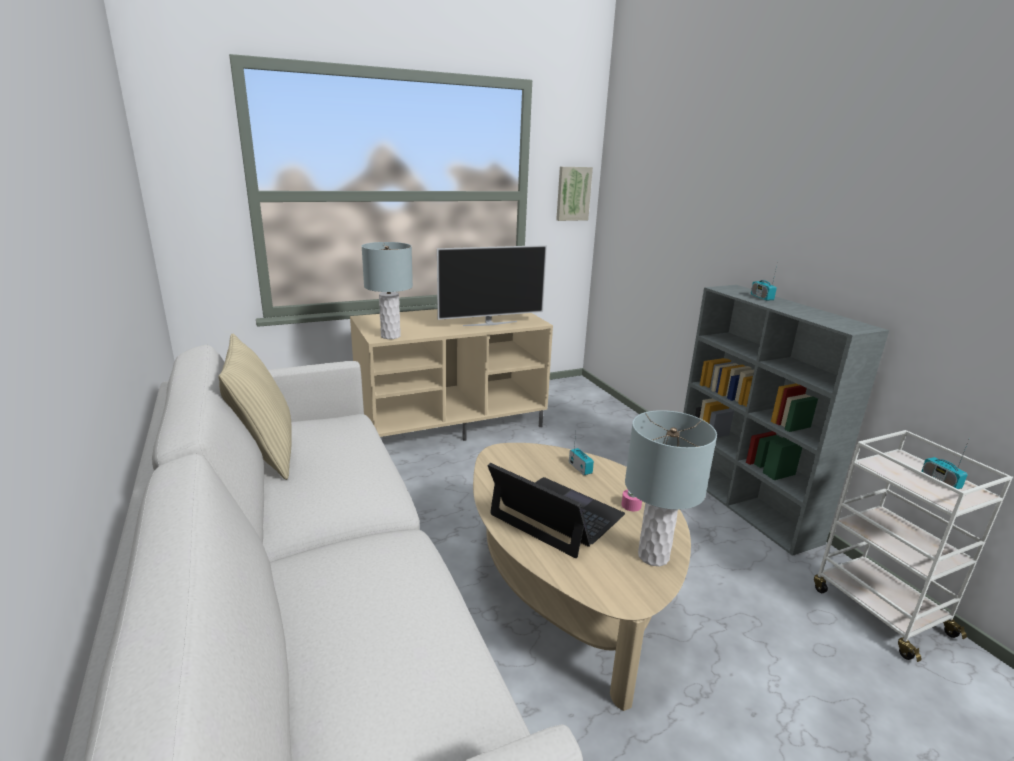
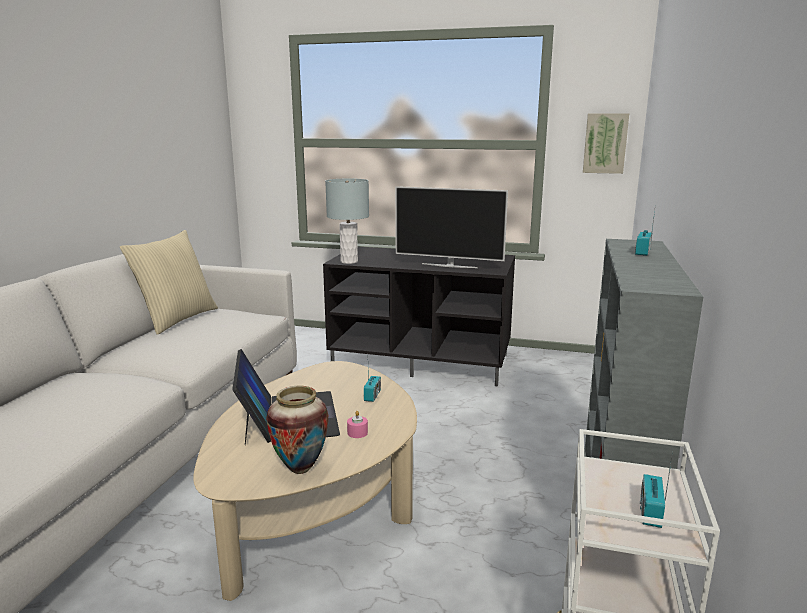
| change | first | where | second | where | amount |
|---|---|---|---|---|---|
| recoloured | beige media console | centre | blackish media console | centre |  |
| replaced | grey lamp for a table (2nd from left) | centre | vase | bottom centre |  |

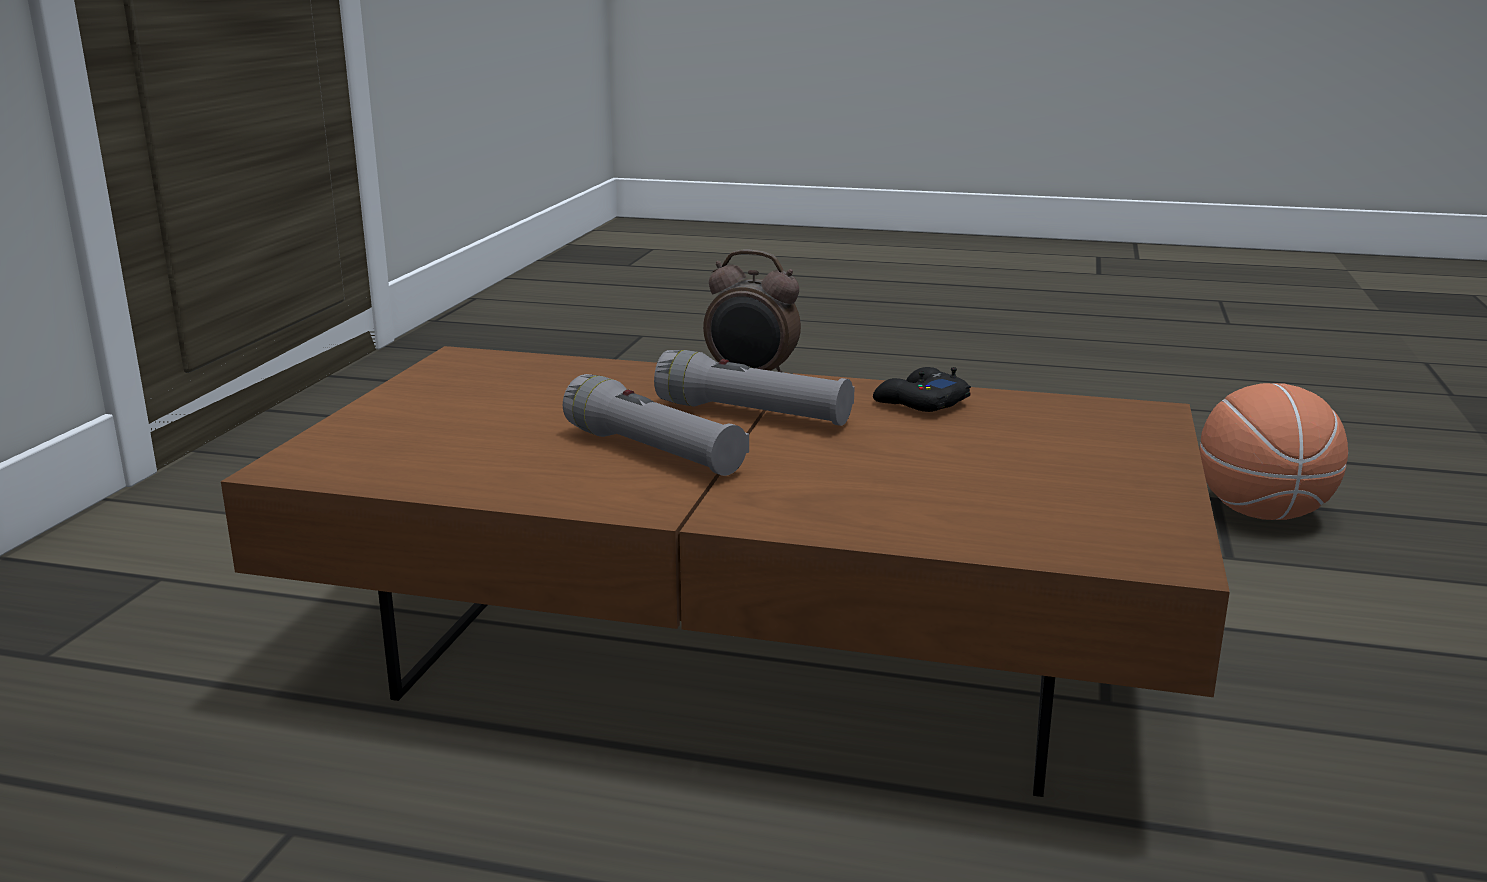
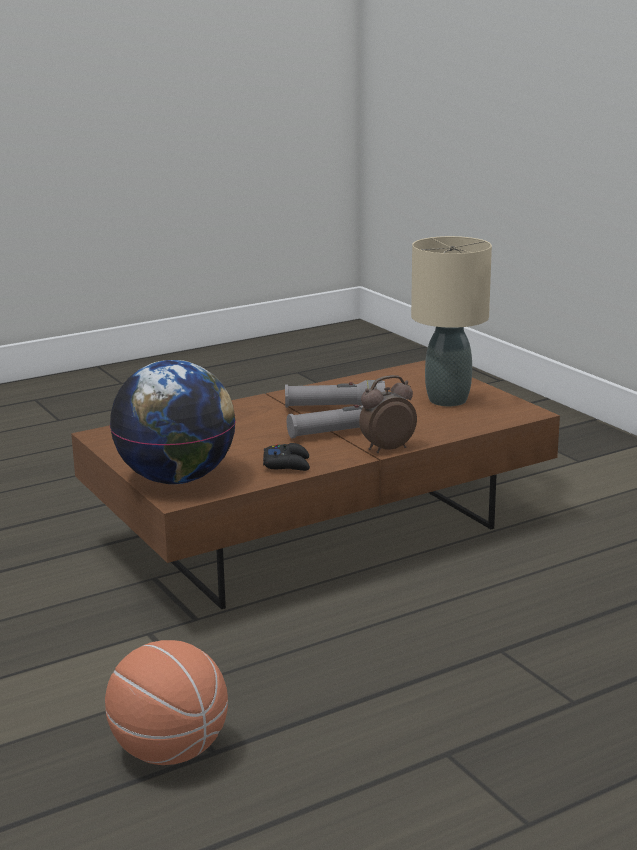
| change | first | where | second | where | amount |
|---|---|---|---|---|---|
| added |  |  | globe | middle left |  |
| added |  |  | beige lamp for a table | middle right |  |

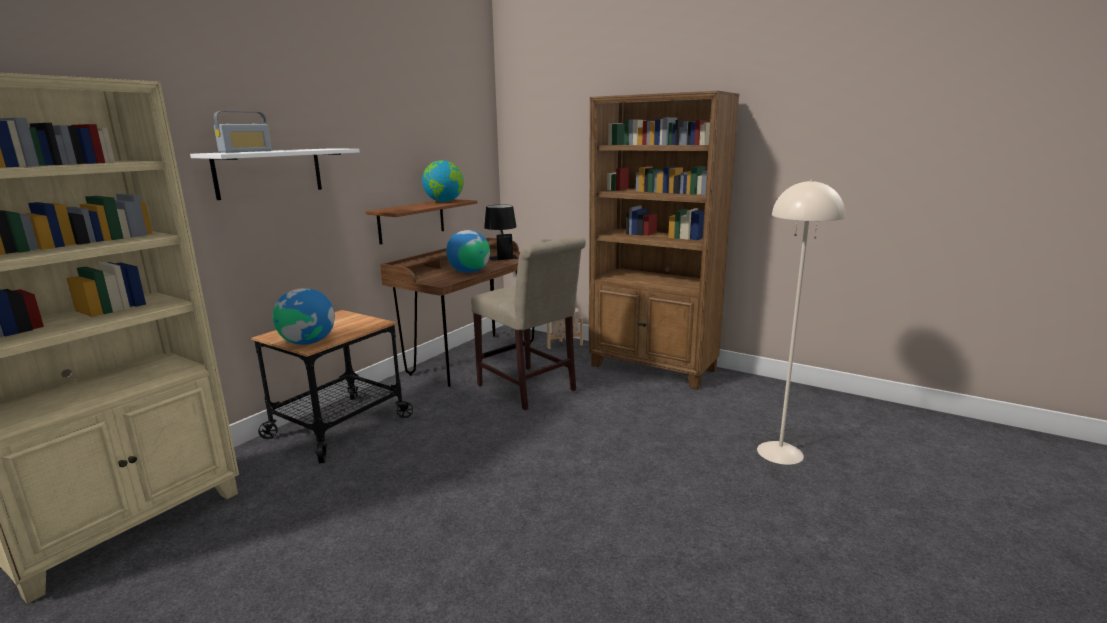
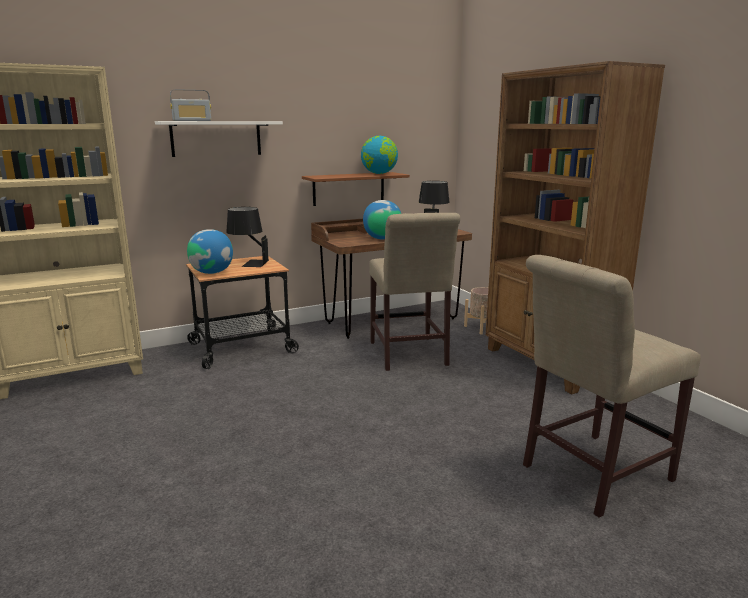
| change | first | where | second | where | amount |
|---|---|---|---|---|---|
| replaced | beige standard lamp | middle right | beige chair (2nd from left) | middle right |  |
| added |  |  | blackish lamp for a table (1st from left) | middle left |  |

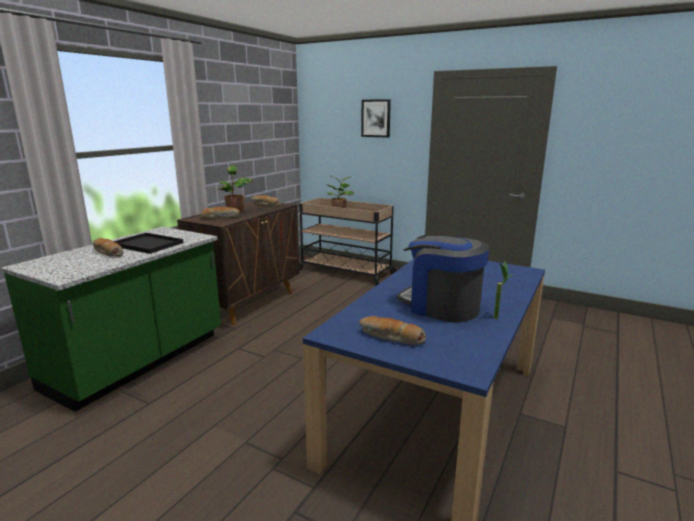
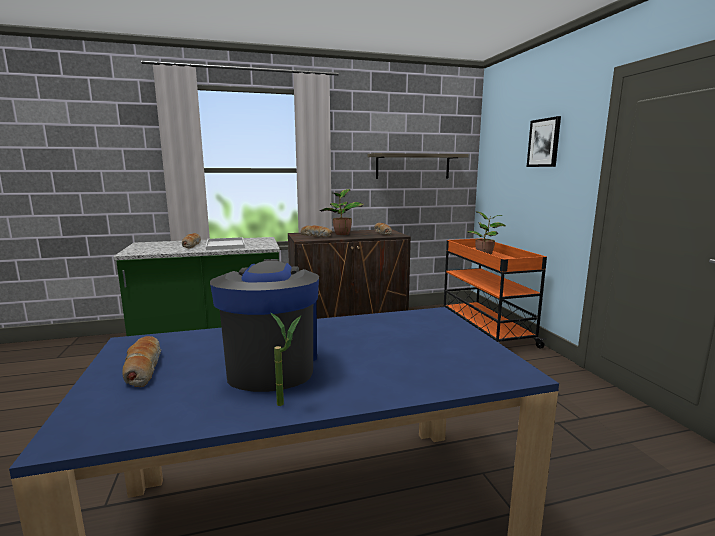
| change | first | where | second | where | amount |
|---|---|---|---|---|---|
| recoloured | blackish tray | middle left | white tray | middle left |  |
| recoloured | beige wheeled cart | centre | orange wheeled cart | middle right |  |
| added |  |  | bracket shelf | top centre |  |

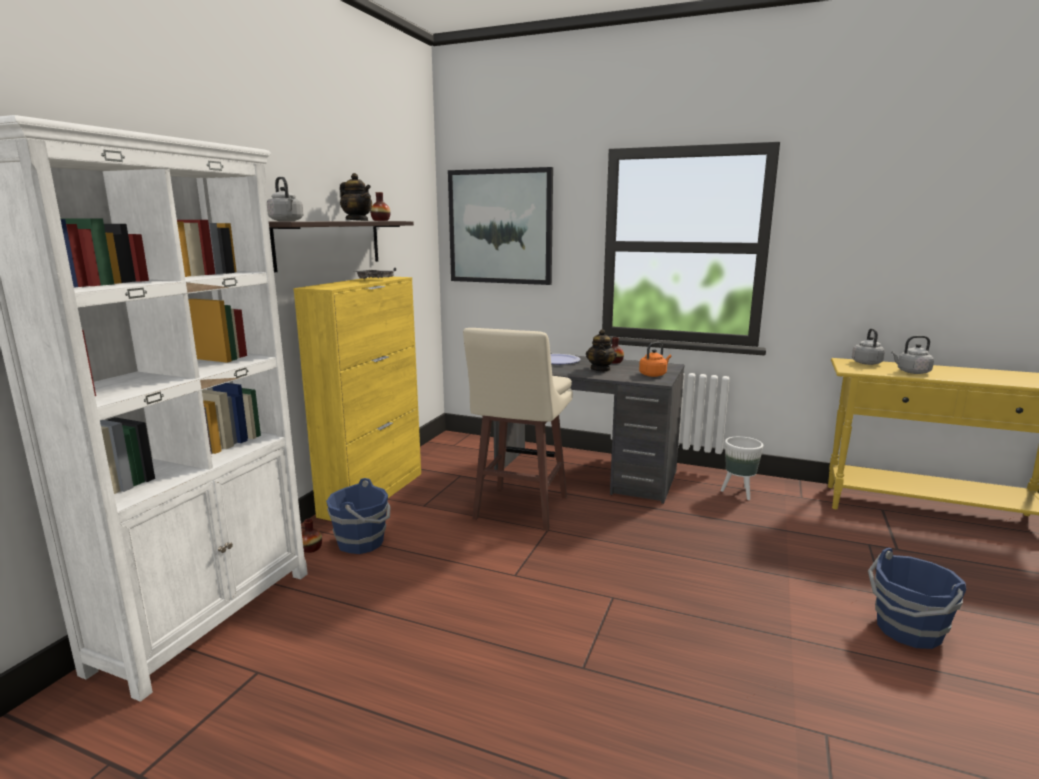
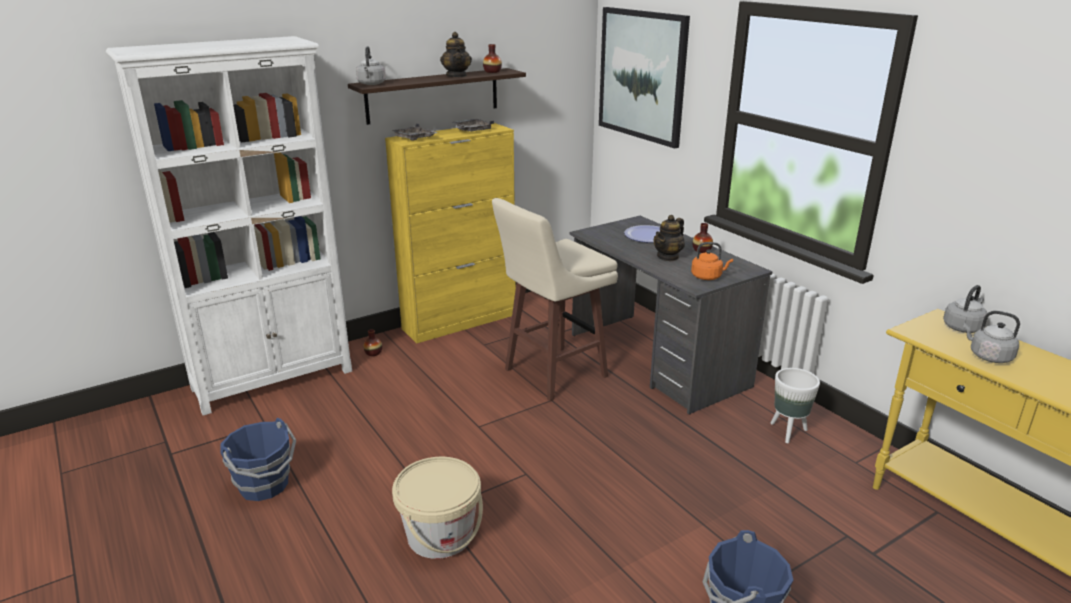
| change | first | where | second | where | amount |
|---|---|---|---|---|---|
| moved | bluish pail (1st from left) | centre |  | bottom left |  |
| added |  |  | beige pail | bottom centre |  |
| added |  |  | grey tray (1st from left) | top centre |  |

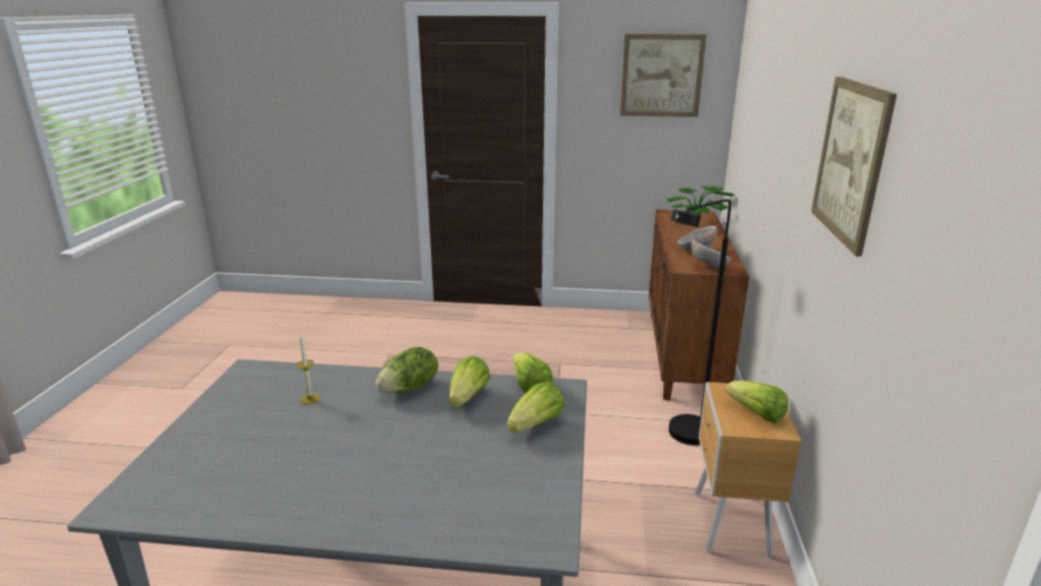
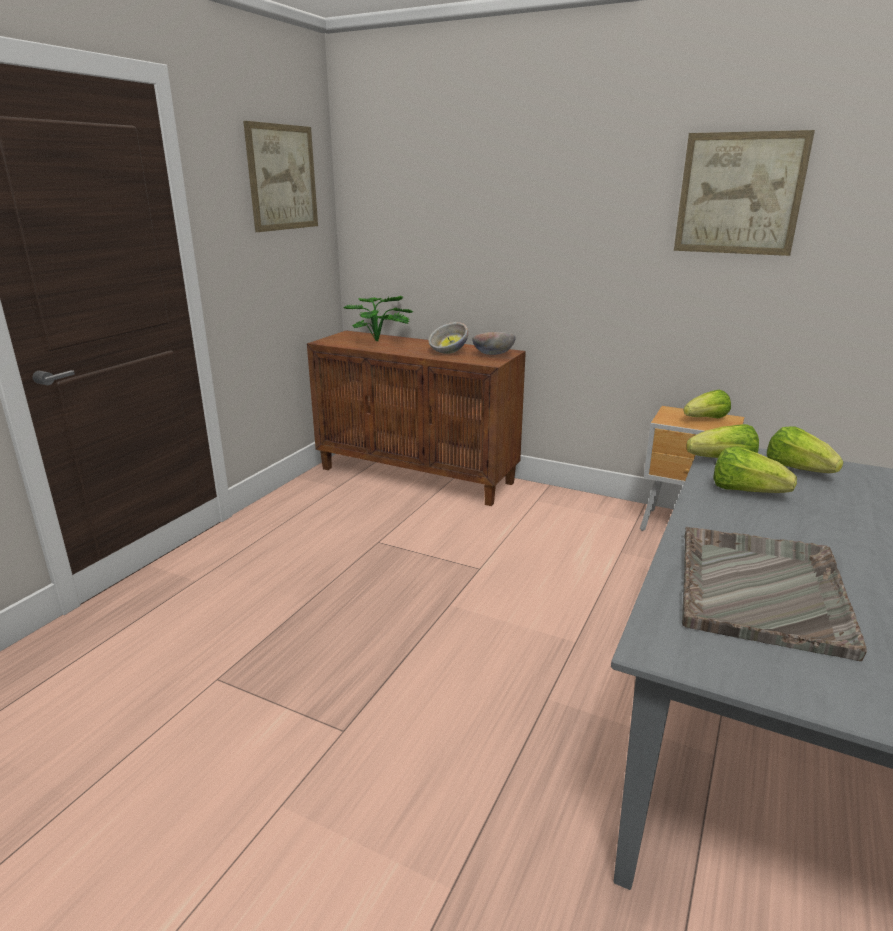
| change | first | where | second | where | amount |
|---|---|---|---|---|---|
| replaced | wax candle | middle left | grey tray | middle right |  |
| removed | lettuce (1st from left) | centre |  |  |  |
| removed | blackish standard lamp | middle right |  |  |  |

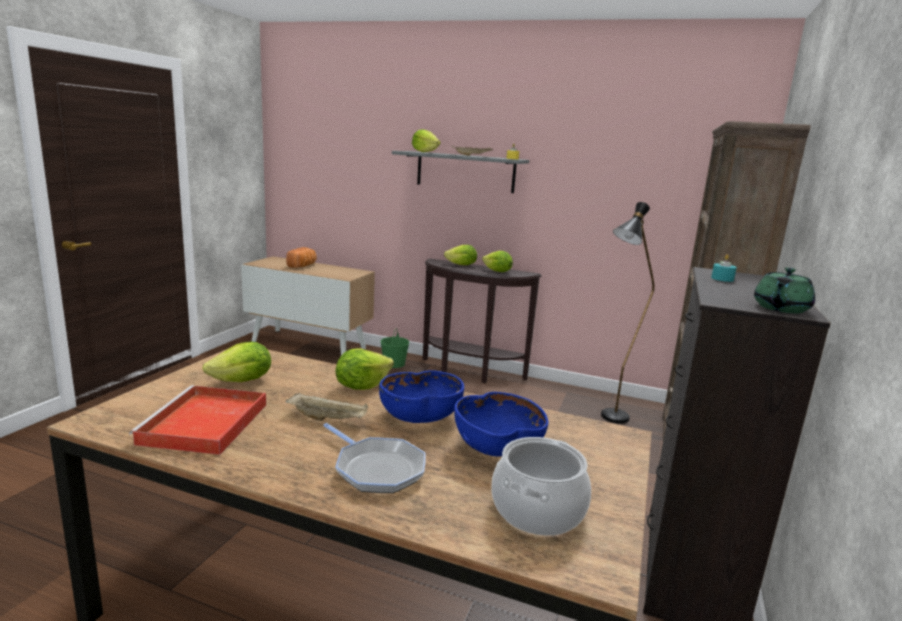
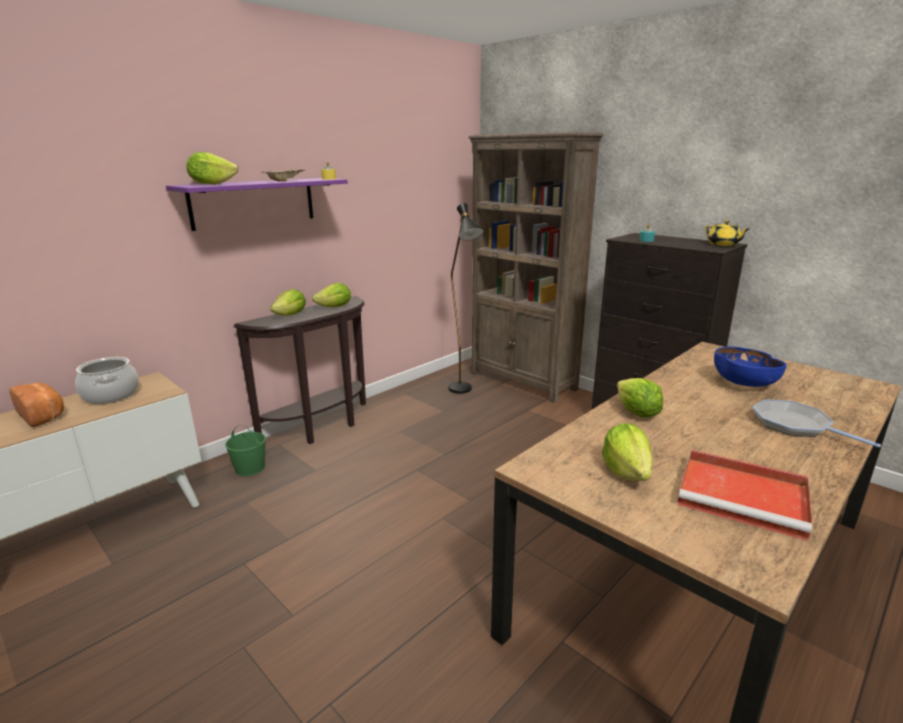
| change | first | where | second | where | amount |
|---|---|---|---|---|---|
| removed | beige tray (1st from left) | centre |  |  |  |
| turned | frying pan | bottom centre |  | middle right | 105 degrees counterclockwise |
| removed | bluish bowl (1st from left) | centre |  |  |  |
| recoloured | grey bracket shelf | top centre | purple bracket shelf | top left |  |
| moved | cooking pot | bottom centre |  | middle left |  |
| recoloured | greenish tea pot | middle right | yellow tea pot | top right |  |

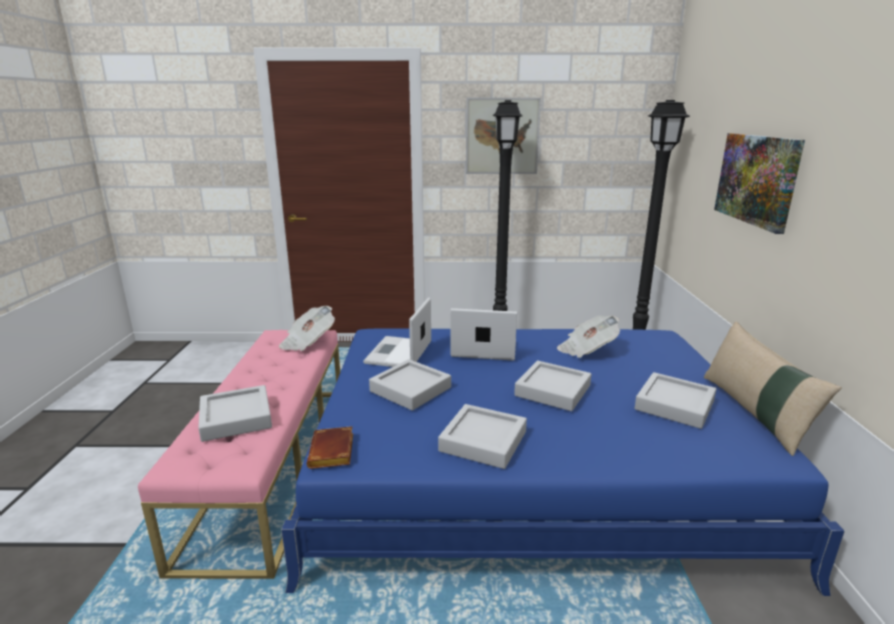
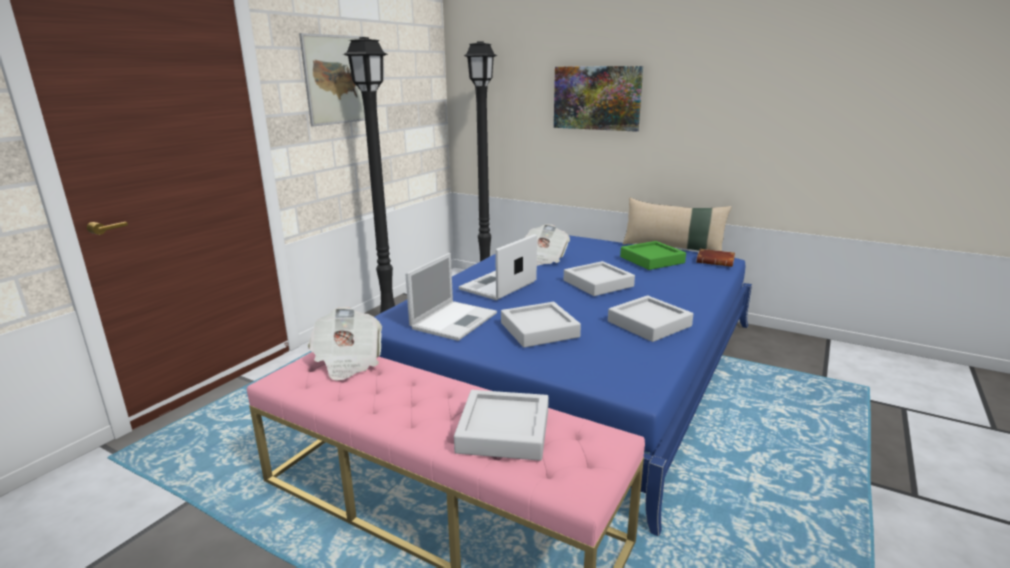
| change | first | where | second | where | amount |
|---|---|---|---|---|---|
| moved | brownish volume | bottom centre |  | middle right |  |
| turned | laptop (1st from left) | centre |  | centre | 105 degrees counterclockwise |
| recoloured | grey tray (5th from left) | middle right | greenish tray | centre |  |

